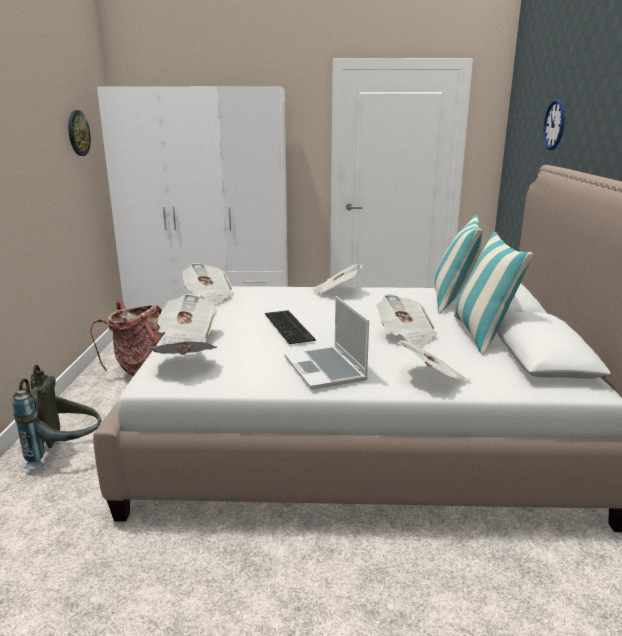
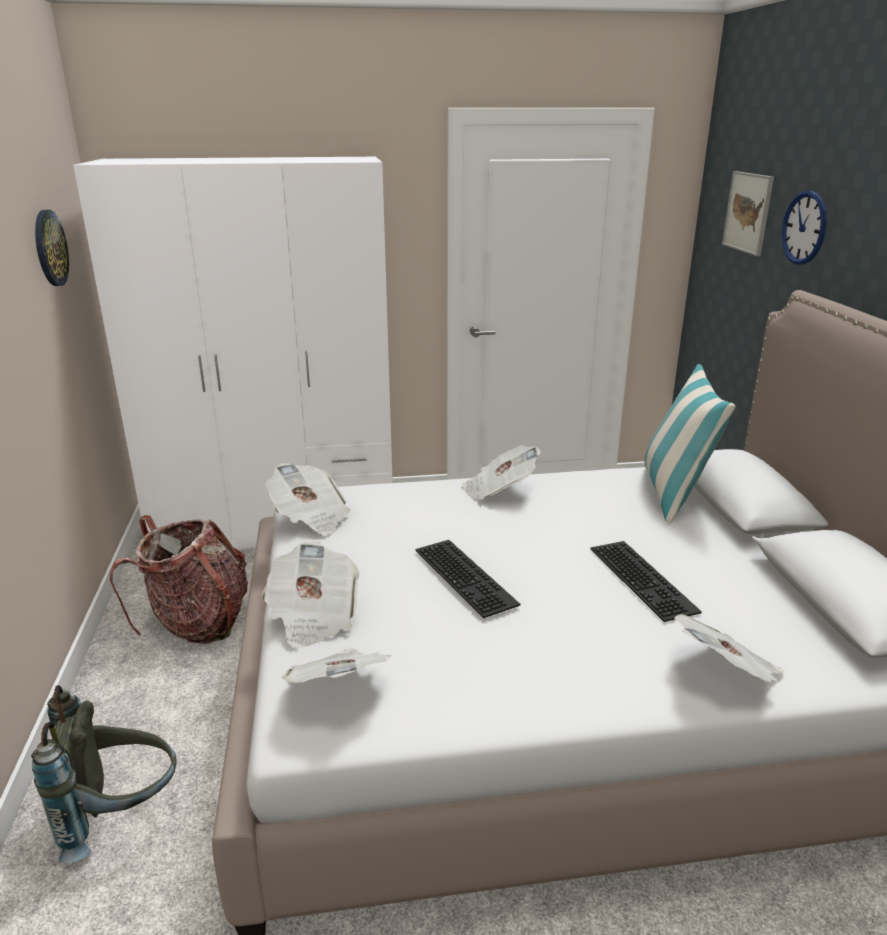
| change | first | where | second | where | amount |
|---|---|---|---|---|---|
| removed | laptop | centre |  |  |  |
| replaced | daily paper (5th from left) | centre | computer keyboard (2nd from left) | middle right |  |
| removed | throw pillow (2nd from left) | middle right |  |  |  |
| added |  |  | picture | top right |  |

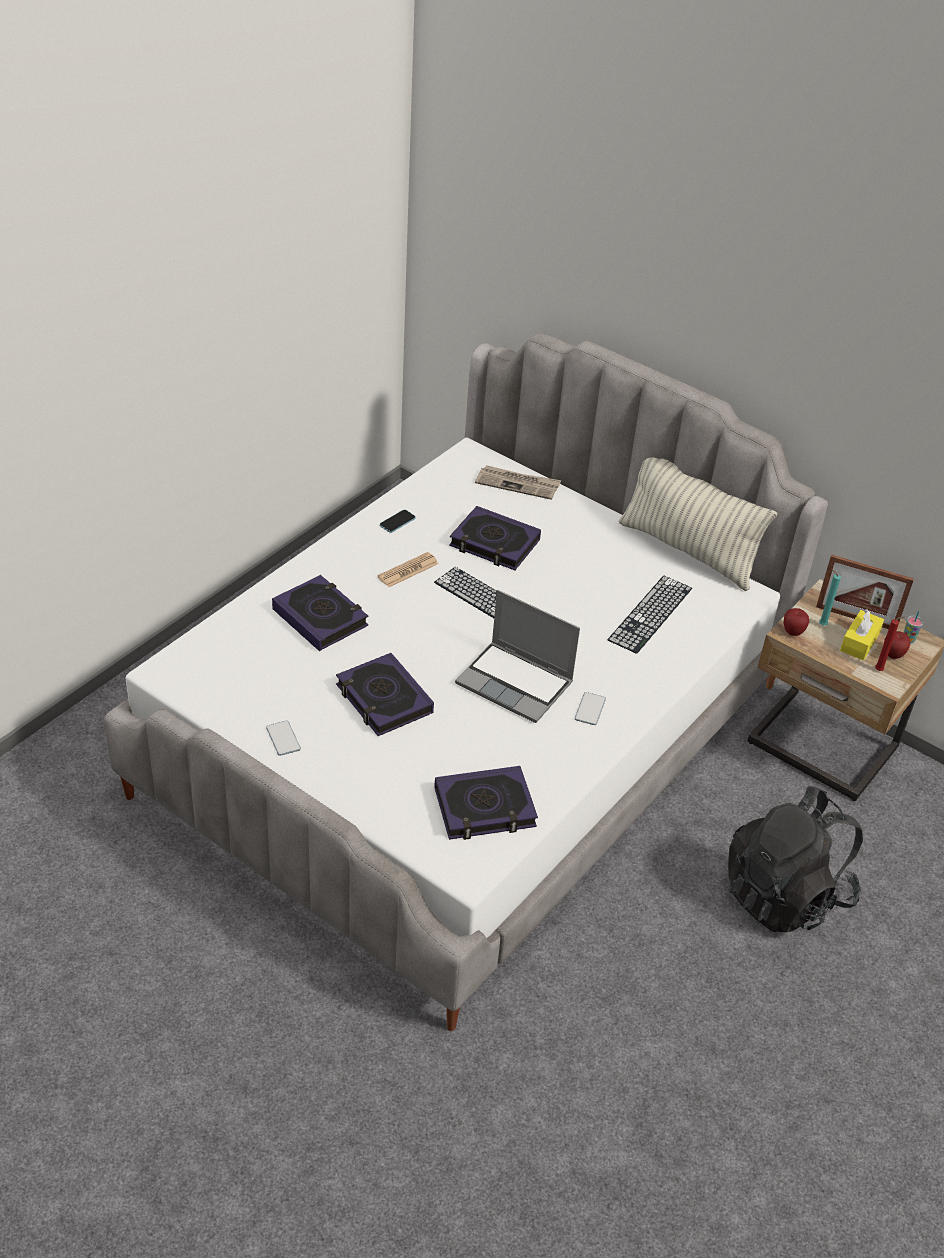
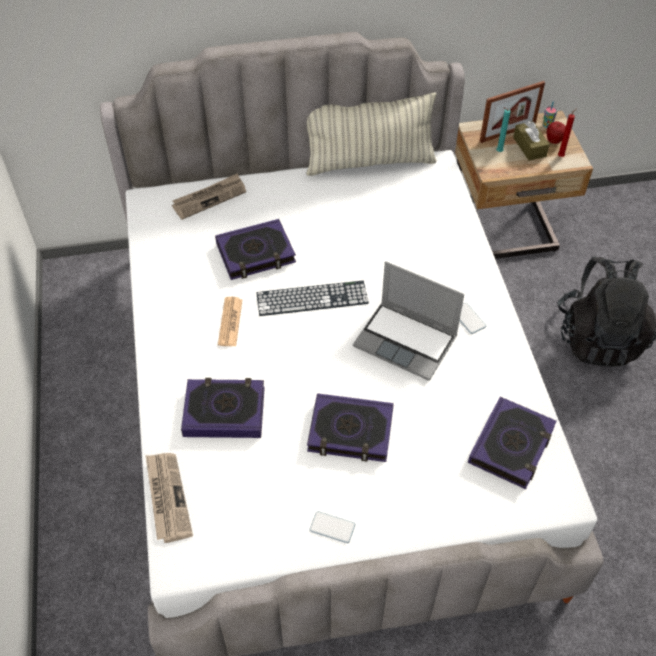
| change | first | where | second | where | amount |
|---|---|---|---|---|---|
| removed | handset (2nd from left) | centre |  |  |  |
| turned | laptop | centre |  | centre | 45 degrees clockwise |
| removed | computer keyboard (2nd from left) | middle right |  |  |  |
| removed | whole apple (1st from left) | middle right |  |  |  |
| recoloured | yellow tissue holder | middle right | brownish tissue holder | top right |  |
| added |  |  | daily paper (1st from left) | bottom left |  |

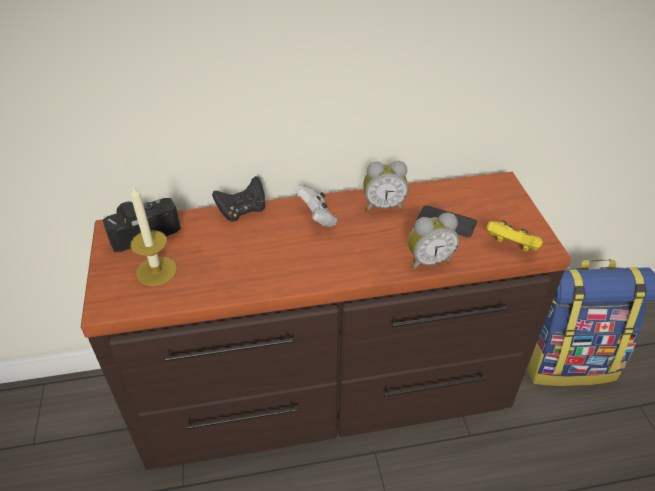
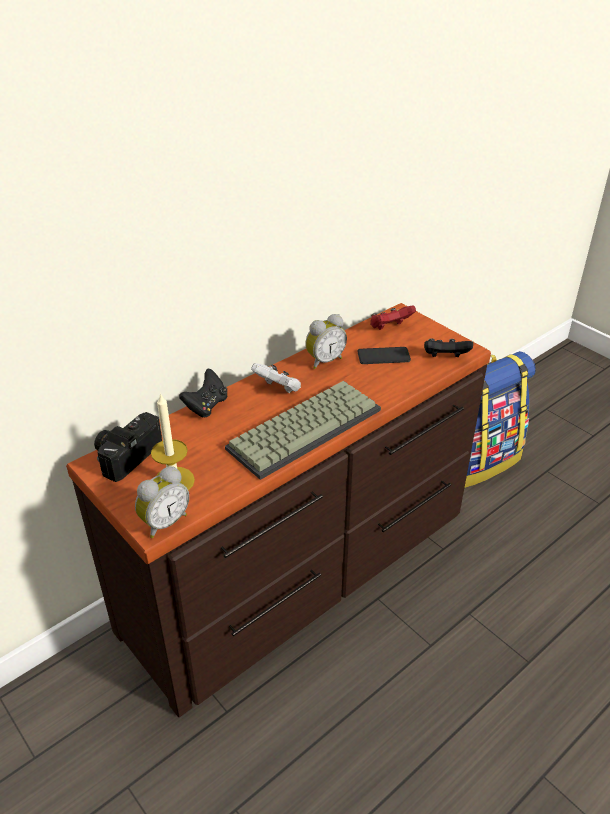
| change | first | where | second | where | amount |
|---|---|---|---|---|---|
| moved | table clock (2nd from left in the first image) | centre | table clock (1st from left) | middle left |  |
| recoloured | yellow game controller | middle right | blackish game controller (2nd from left) | middle right |  |
| added |  |  | computer keyboard | centre |  |
| added |  |  | red-coloured game controller | centre |  |

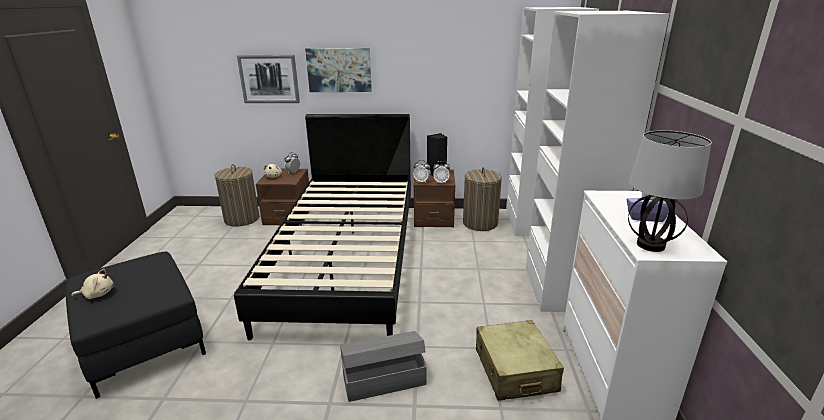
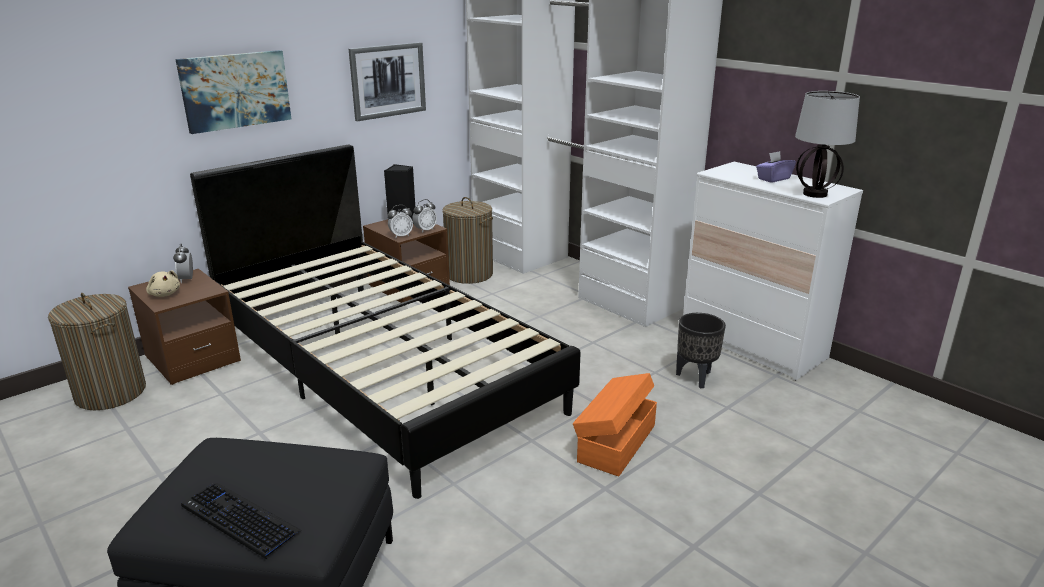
| change | first | where | second | where | amount |
|---|---|---|---|---|---|
| replaced | beige plush toy (1st from left) | bottom left | computer keyboard | bottom left |  |
| moved | picture (1st from left in the first image) | top left | picture (2nd from left) | top centre |  |
| recoloured | grey storage box | bottom centre | orange storage box | bottom centre |  |
| replaced | beige travel case | bottom centre | blackish plant pot | middle right |  |

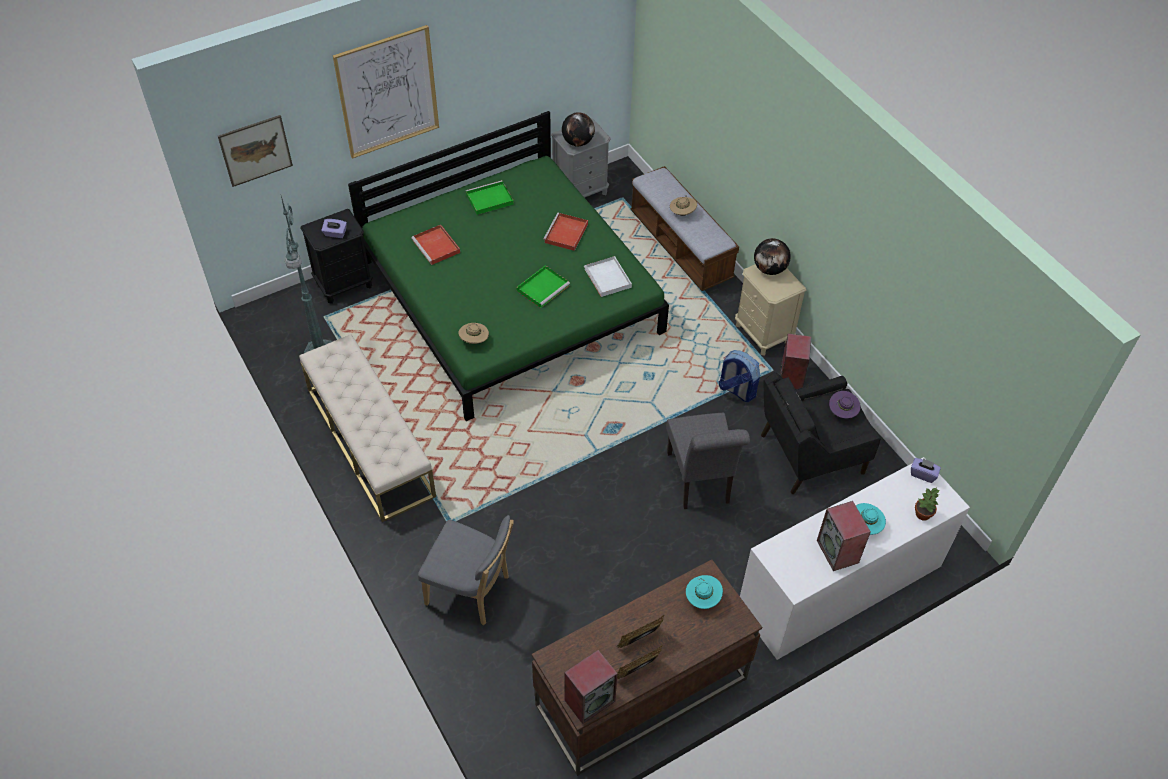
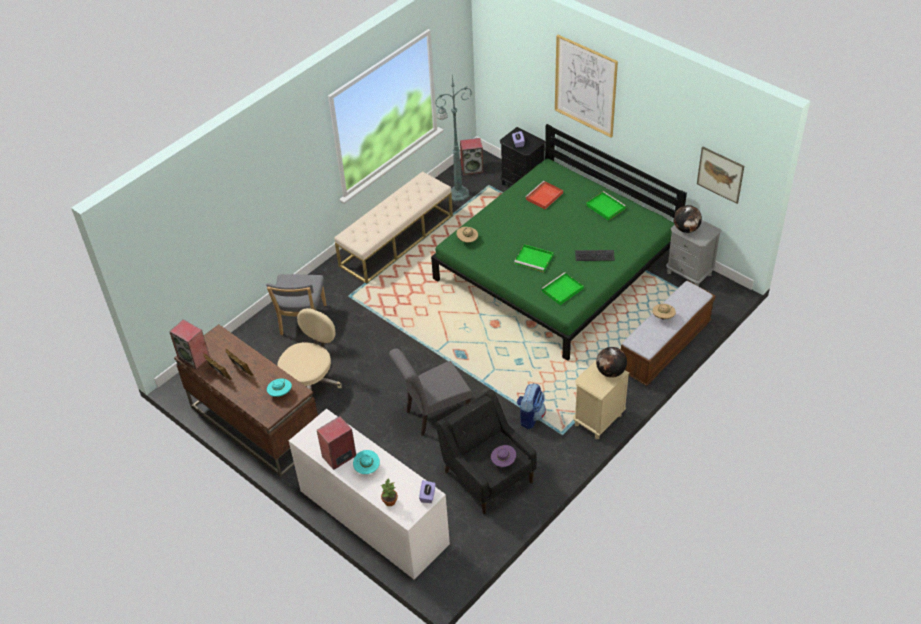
| change | first | where | second | where | amount |
|---|---|---|---|---|---|
| moved | picture (1st from left in the first image) | top left | picture (2nd from left) | top right |  |
| replaced | red-coloured tray (2nd from left) | top centre | computer keyboard | centre |  |
| recoloured | white tray | centre | greenish tray (2nd from left) | centre |  |
| moved | speaker (2nd from left in the first image) | middle right | speaker (3rd from left) | top centre |  |
| added |  |  | beige office chair | centre |  |

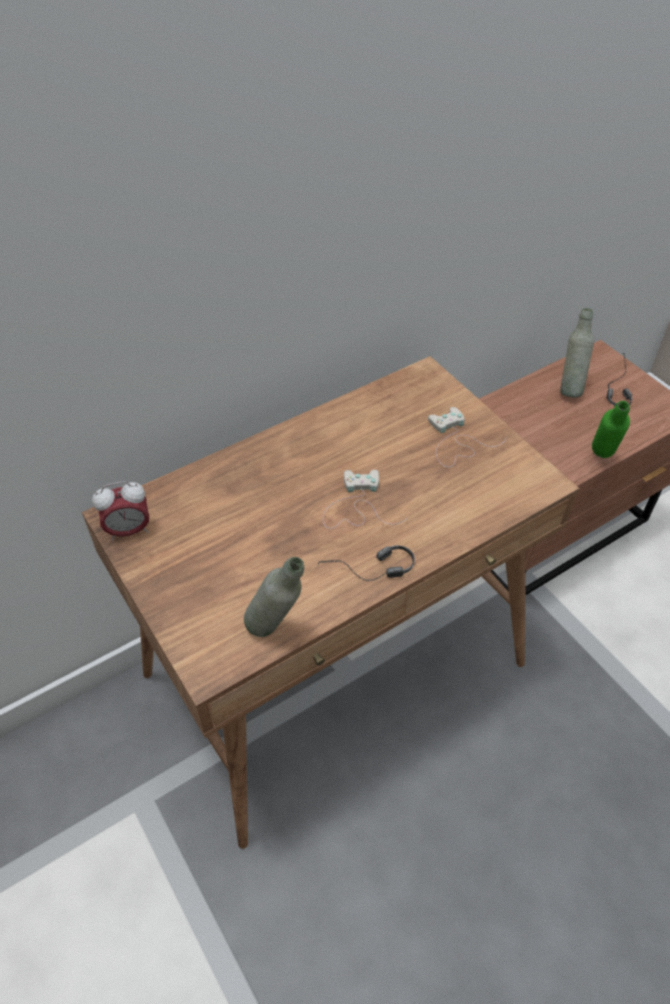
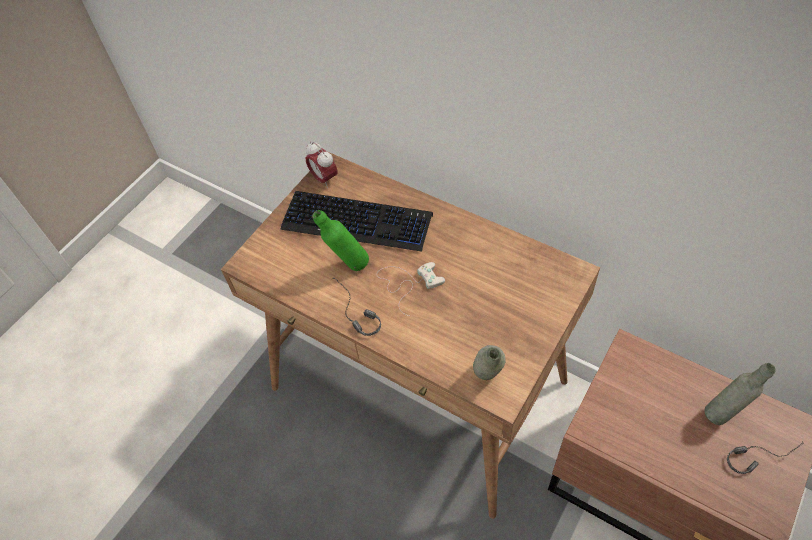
| change | first | where | second | where | amount |
|---|---|---|---|---|---|
| moved | grey beverage bottle (1st from left) | centre |  | bottom centre |  |
| removed | white game controller (2nd from left) | middle right |  |  |  |
| moved | greenish beverage bottle | middle right |  | centre |  |
| added |  |  | computer keyboard | centre |  |

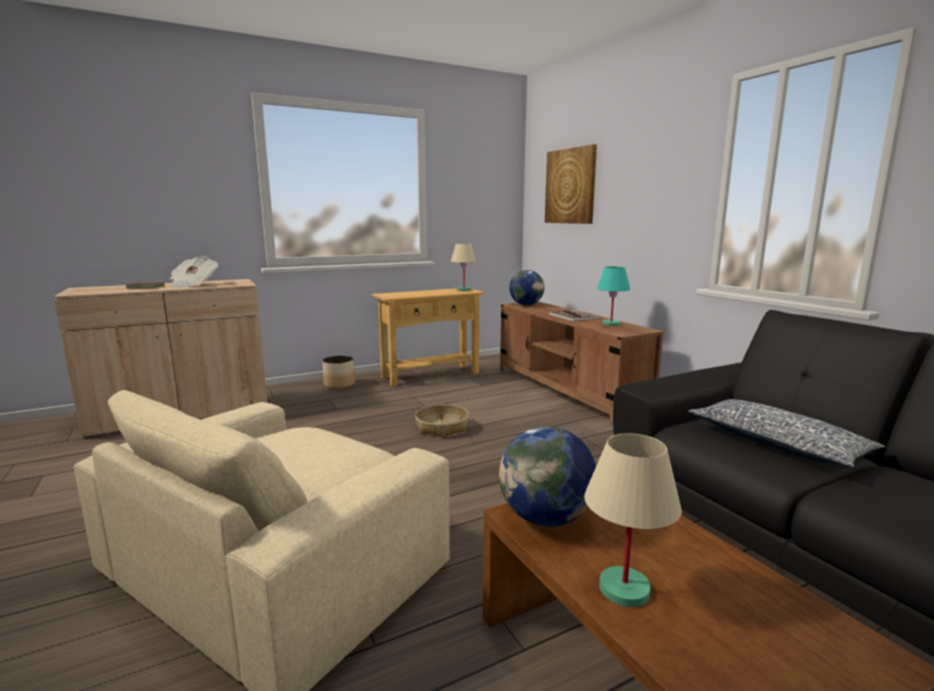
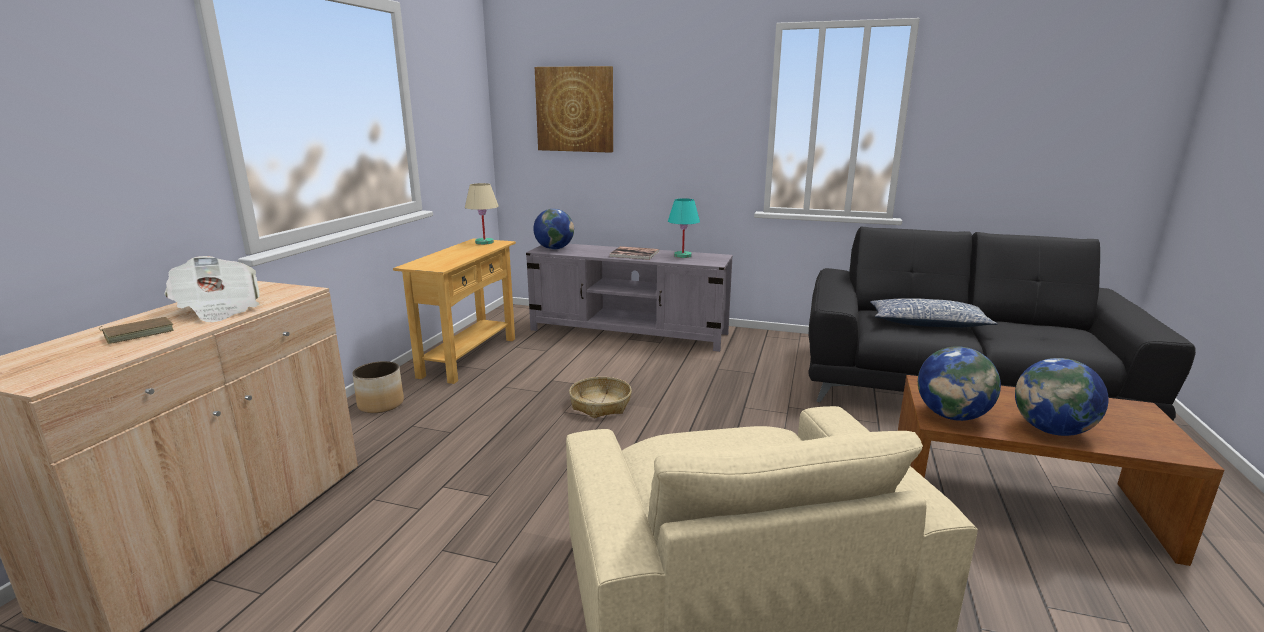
| change | first | where | second | where | amount |
|---|---|---|---|---|---|
| recoloured | brownish media console | centre | grey media console | centre |  |
| replaced | beige lamp for a table (2nd from left) | bottom right | globe (3rd from left) | middle right |  |

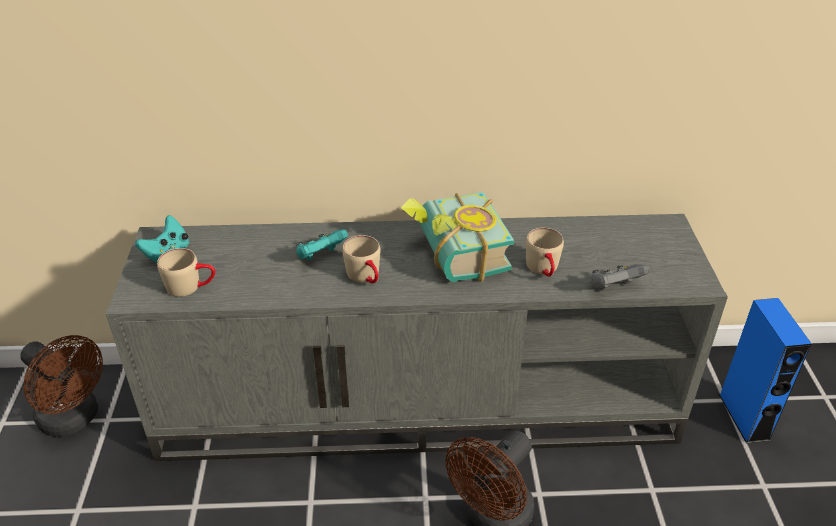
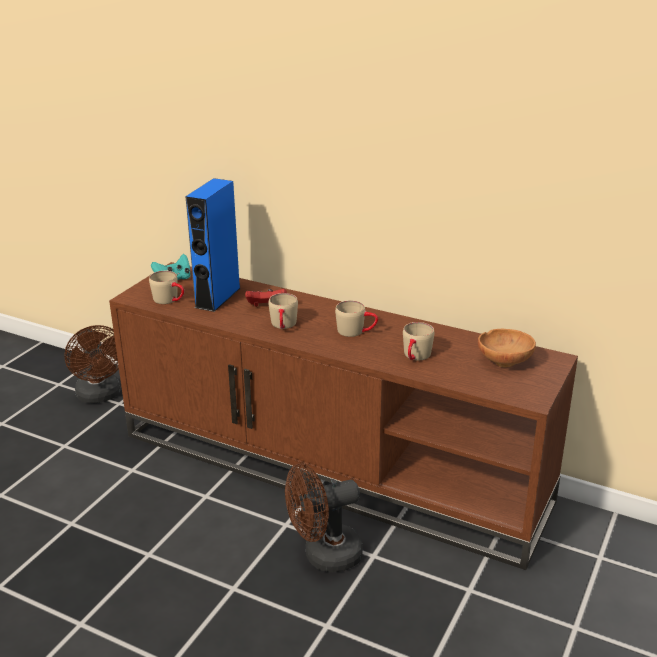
| change | first | where | second | where | amount |
|---|---|---|---|---|---|
| recoloured | grey media console | centre | brownish media console | centre |  |
| recoloured | blue-green game controller (2nd from left) | centre | red-coloured game controller | centre |  |
| replaced | volume | centre | beige mug (3rd from left) | centre |  |
| removed | grey game controller | middle right |  |  |  |
| moved | bluish speaker | bottom right |  | middle left |  |
| added |  |  | brownish bowl | middle right |  |

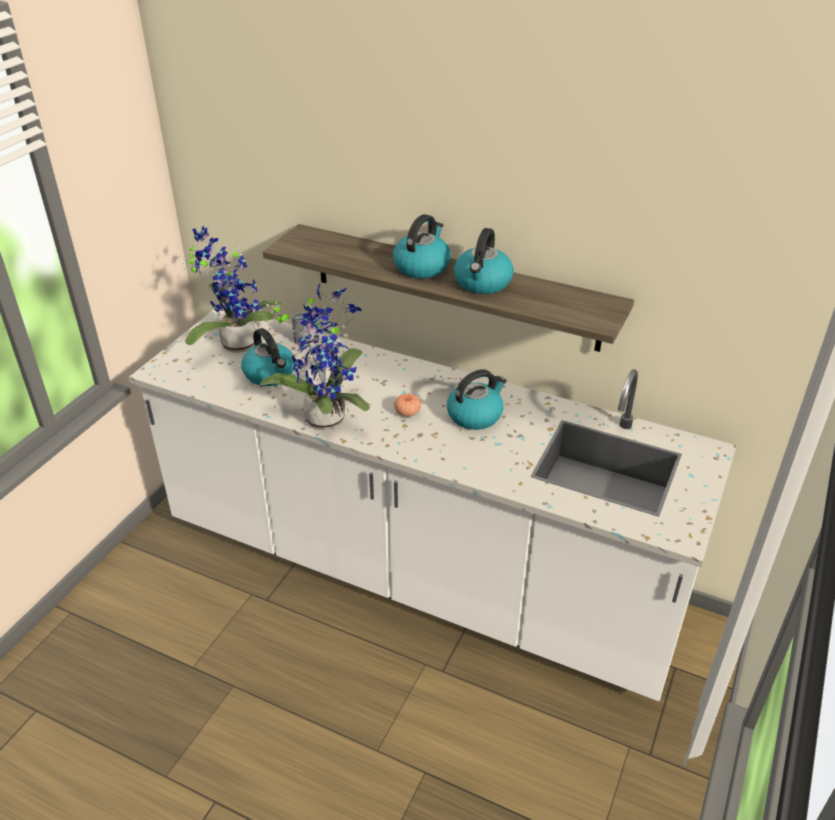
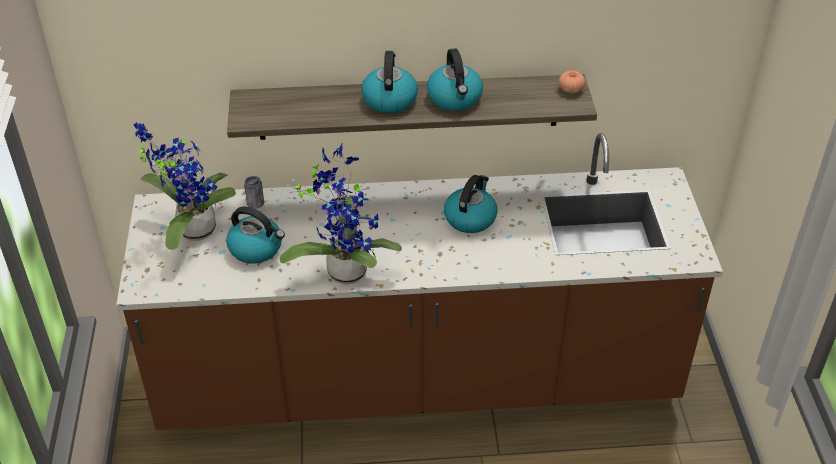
| change | first | where | second | where | amount |
|---|---|---|---|---|---|
| recoloured | white kitchen base unit | centre | brownish kitchen base unit | centre |  |
| moved | fresh tomato | centre |  | top right |  |

